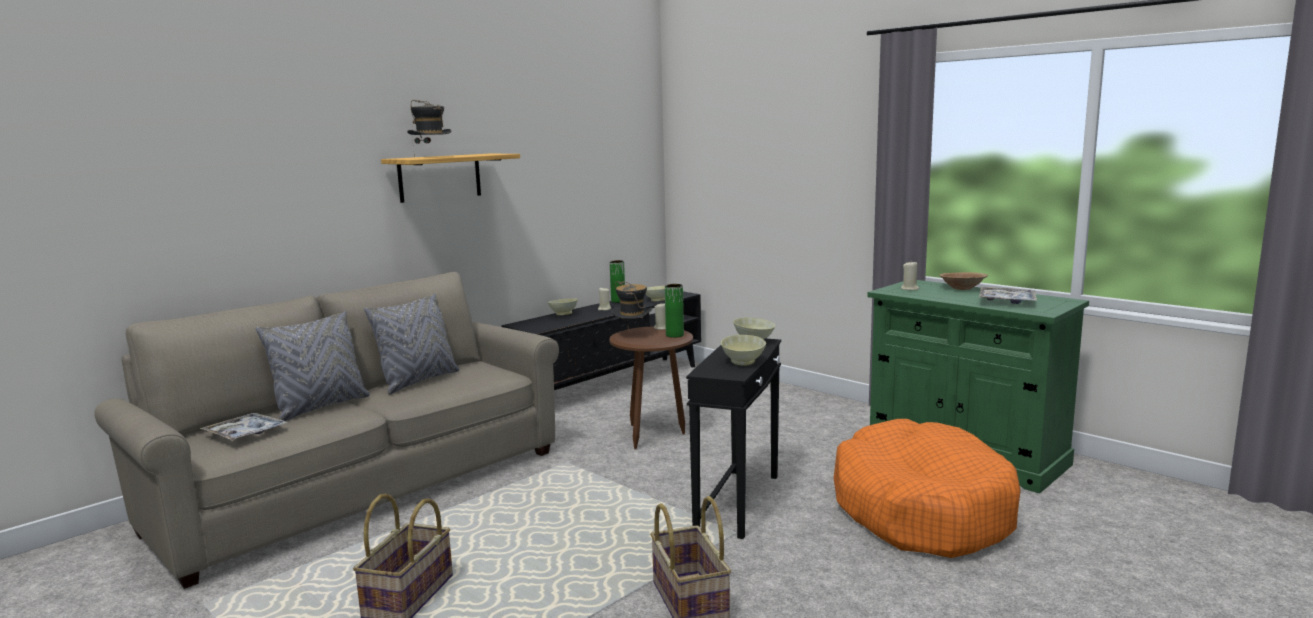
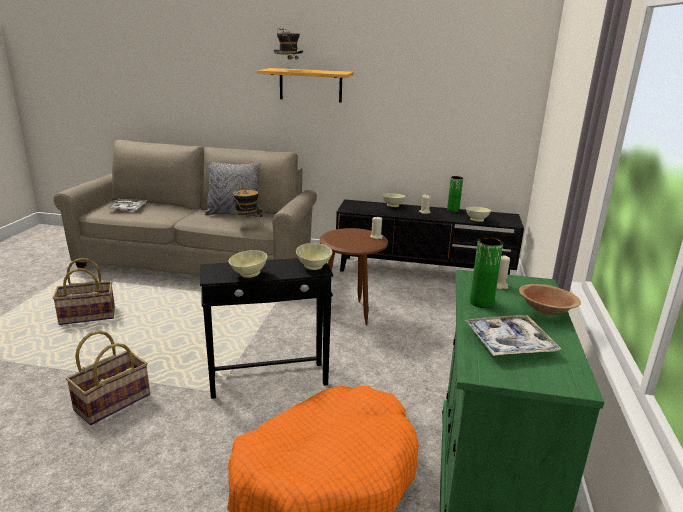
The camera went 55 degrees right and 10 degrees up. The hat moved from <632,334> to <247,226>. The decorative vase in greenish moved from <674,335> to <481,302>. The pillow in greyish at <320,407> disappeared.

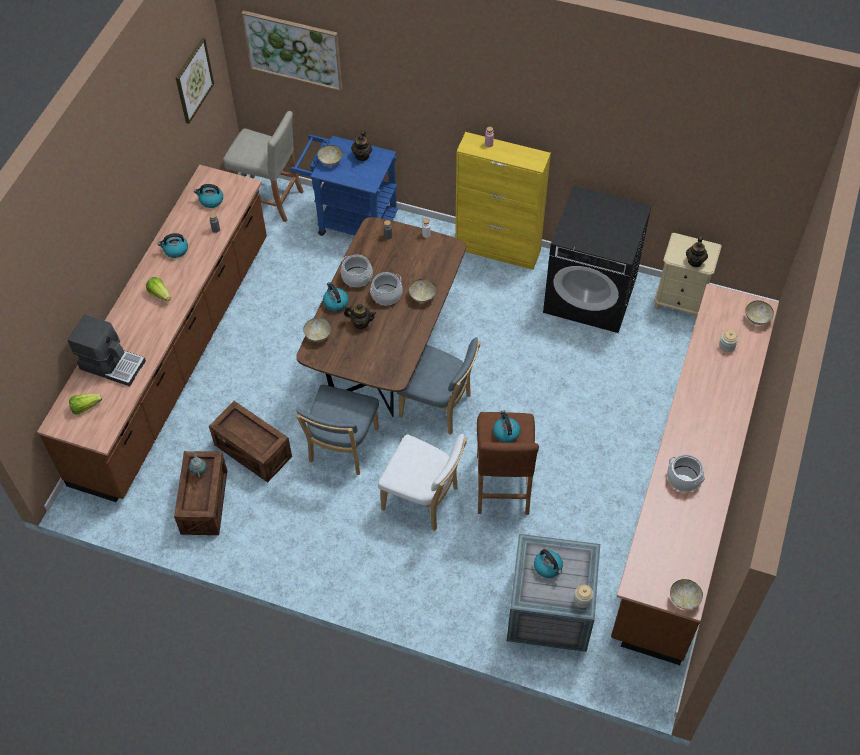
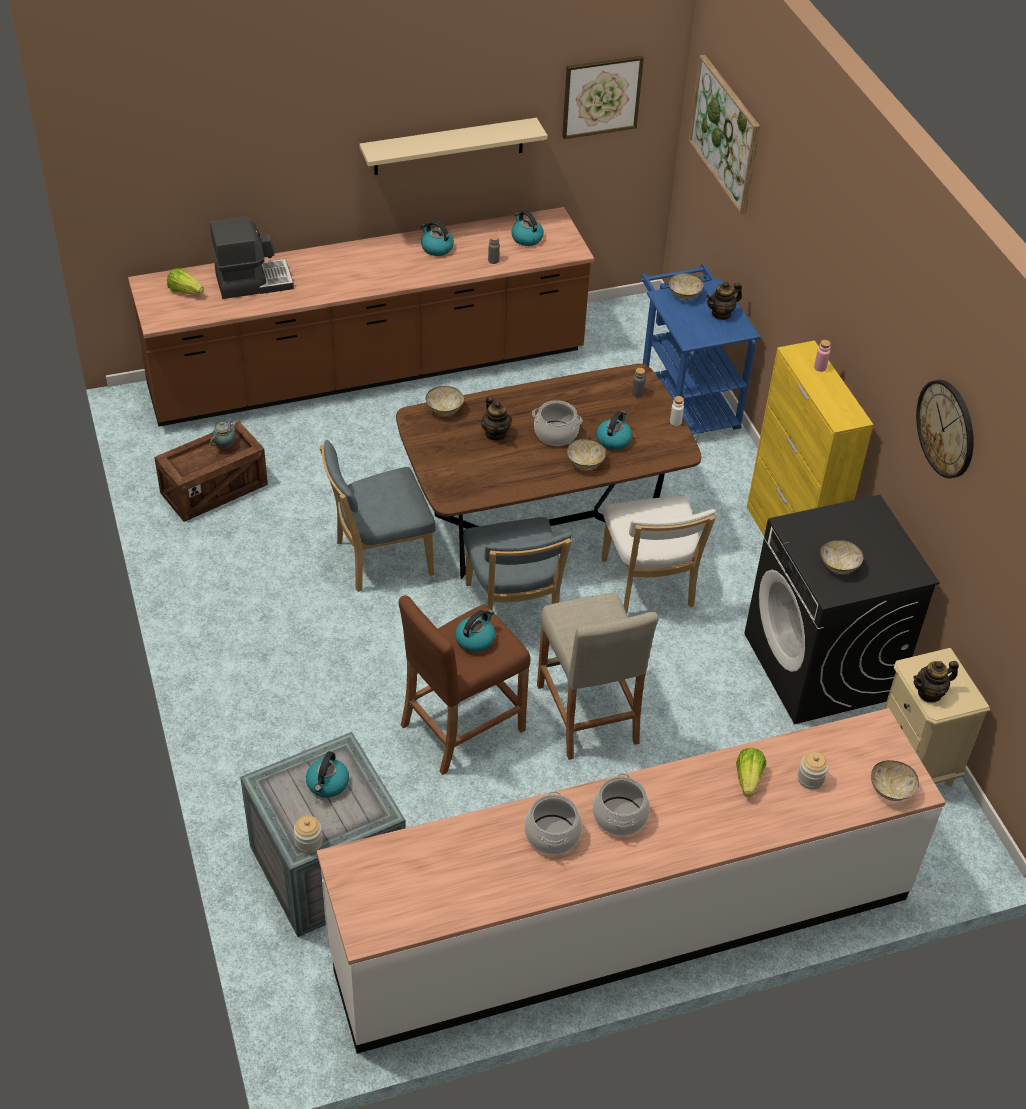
The camera went 50 degrees right and 10 degrees down. The sitting stool in sand-coloured moved from <268,199> to <587,713>. The stockpot moved from <357,277> to <620,816>. The lettuce moved from <160,294> to <748,779>. The tea kettle moved from <335,302> to <613,440>. The kitchen counter in brownish at <685,492> became the kitchen counter in whitish at <622,924>. The coffee machine at <112,364> turned 90 degrees counterclockwise. The crate at <253,451> disappeared. The chair in whitish moved from <423,500> to <648,587>. The deep dish moved from <683,599> to <838,566>. The wall shelf in sand-coloured at <449,146> appeared. The wall clock at <946,428> appeared.

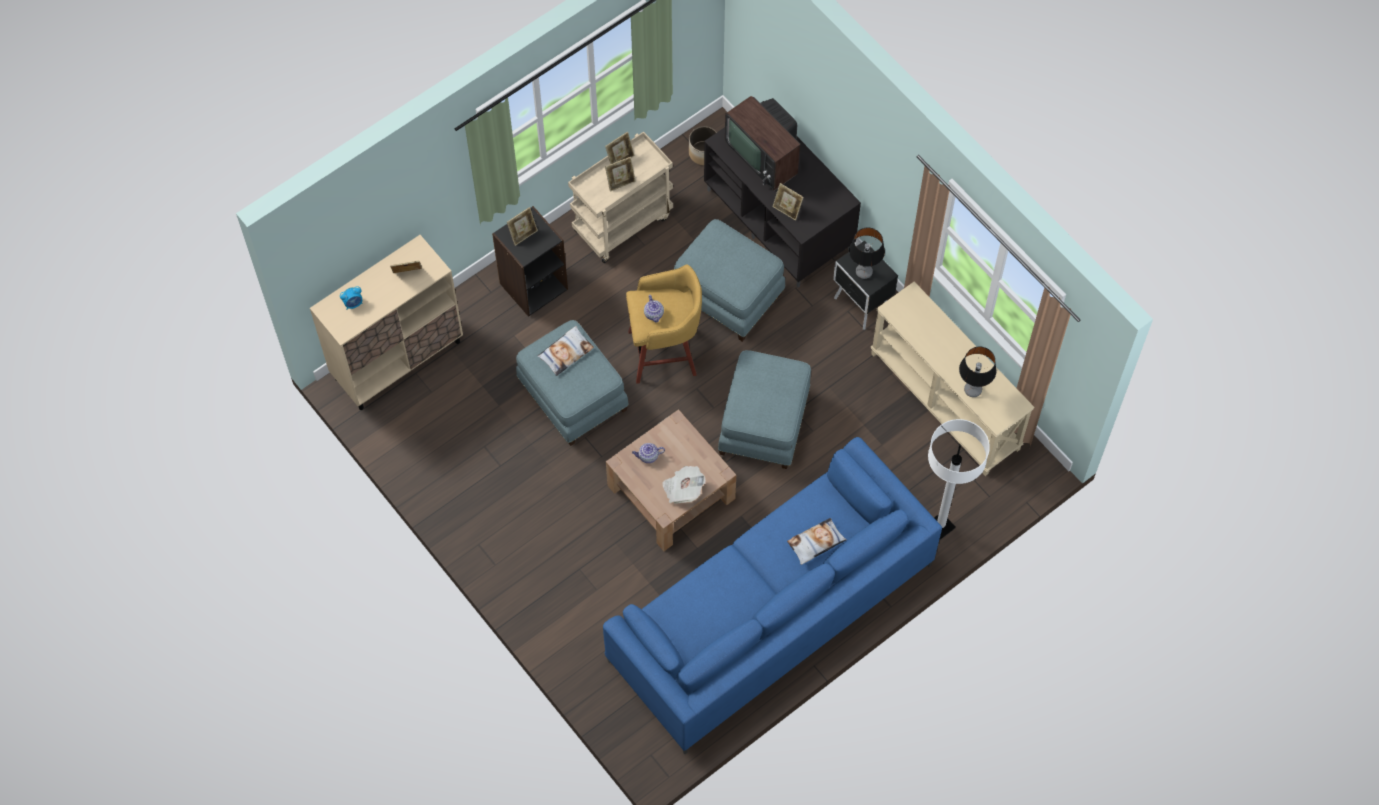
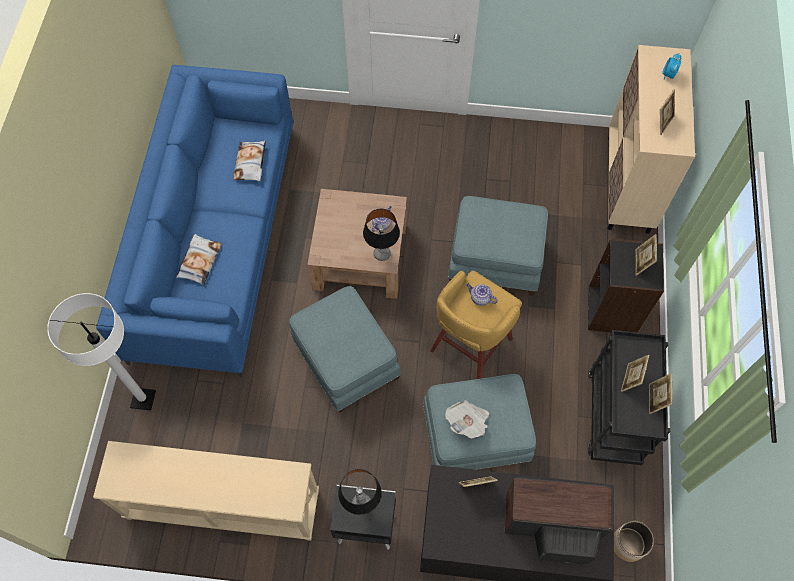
The camera went 135 degrees right and 0 degrees up. The trolley in sand-coloured at <622,222> became the trolley in blackish at <614,418>. The pillow moved from <566,352> to <251,163>. The table lamp moved from <972,390> to <382,254>. The newspaper moved from <683,489> to <467,422>.

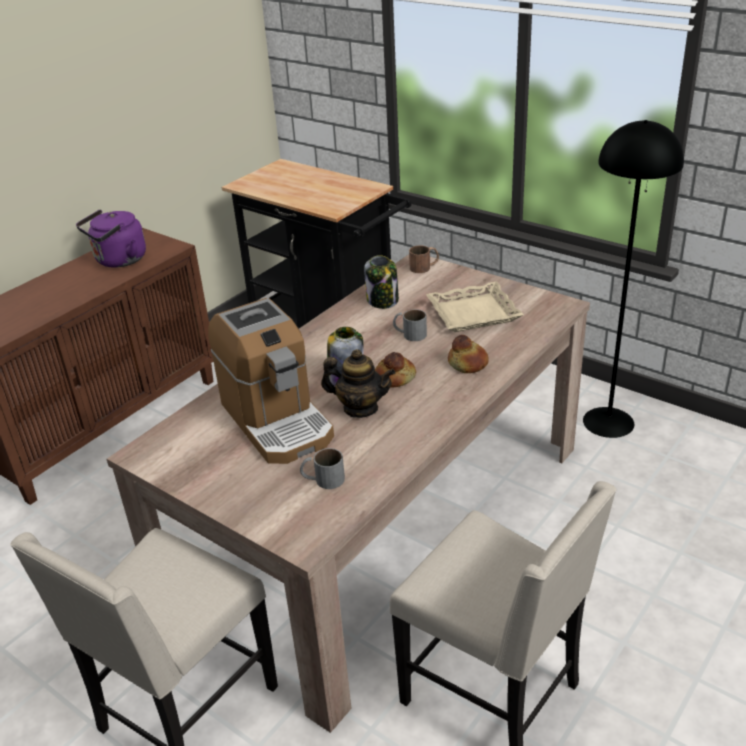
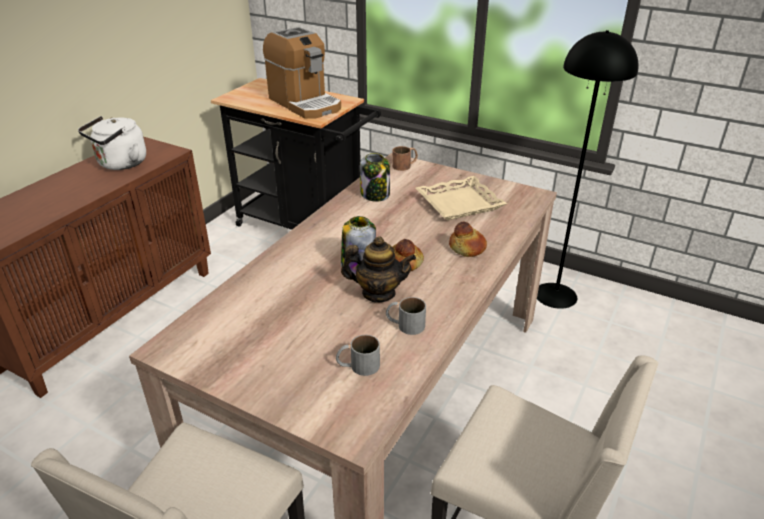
The camera went 10 degrees left and 0 degrees up. The tea kettle in purplish at <118,261> became the tea kettle in whitish at <120,164>. The coffee machine moved from <277,420> to <304,103>. The coffee mug in greyish moved from <409,334> to <405,324>.

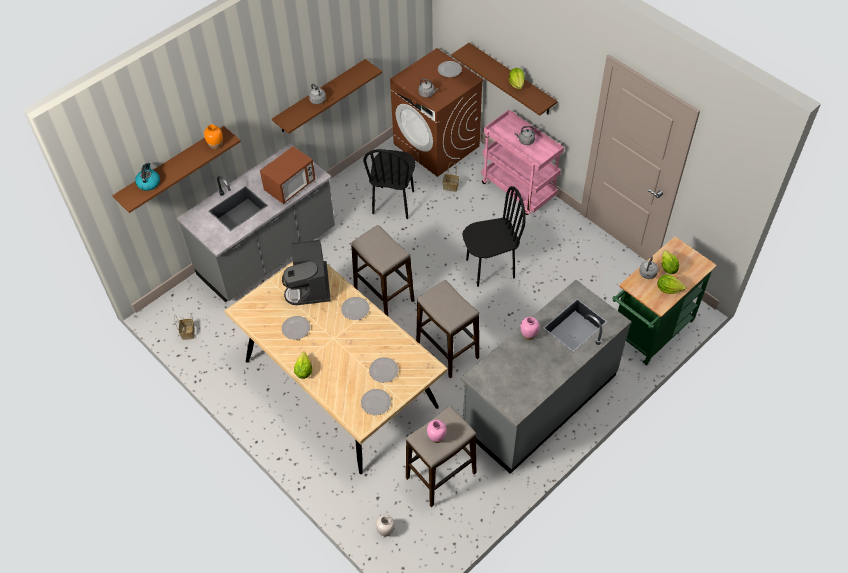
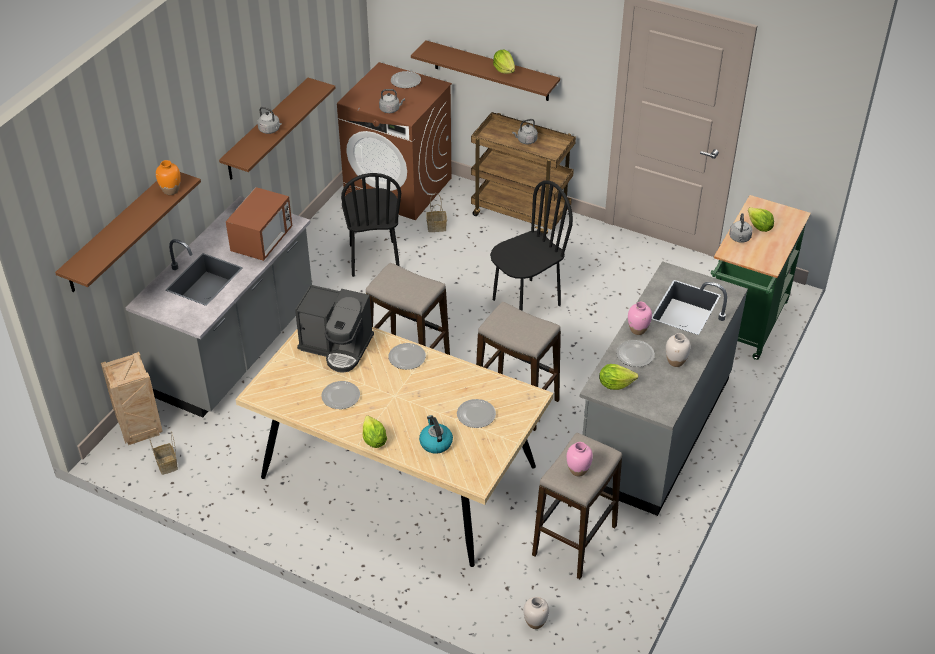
The camera went 20 degrees left and 10 degrees down. The trolley in pink at <519,190> became the trolley in brownish at <521,213>. The tea kettle moved from <148,183> to <435,443>. The coffee machine at <310,287> turned 45 degrees counterclockwise. The lettuce moved from <668,289> to <615,384>. The flat dish moved from <375,403> to <635,355>. The decorative vase in whitish at <676,361> appeared. The crate at <139,428> appeared.

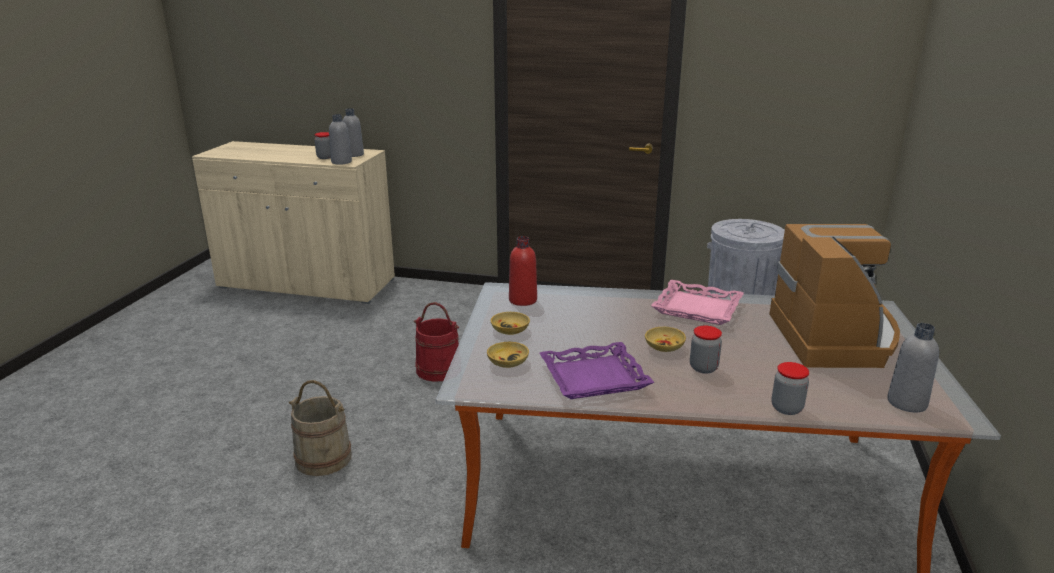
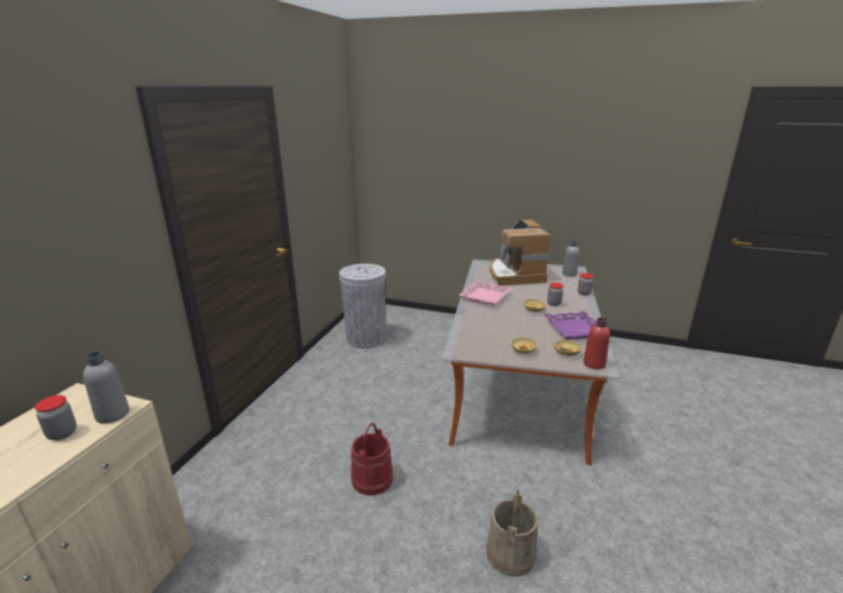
The camera went 85 degrees left and 0 degrees up. The beverage bottle in greyish at <354,154> disappeared. The coffee machine at <835,337> turned 105 degrees counterclockwise. The beverage bottle in reddish moved from <523,300> to <594,364>.

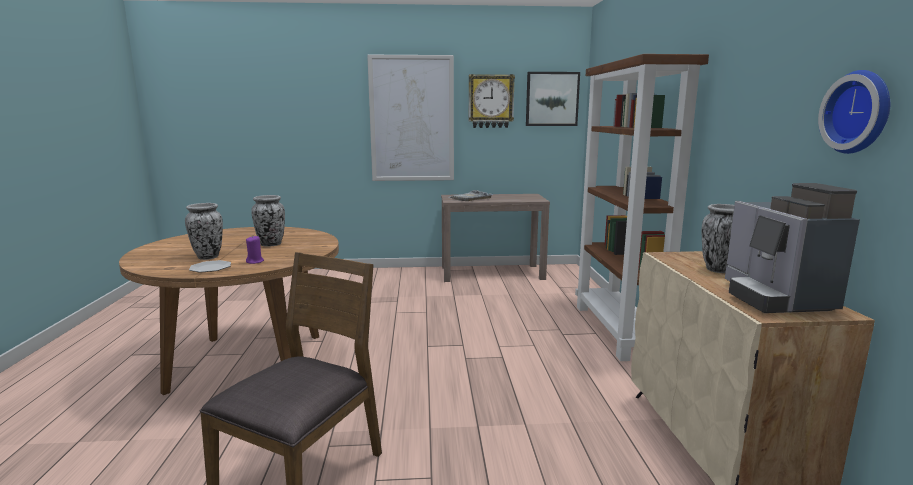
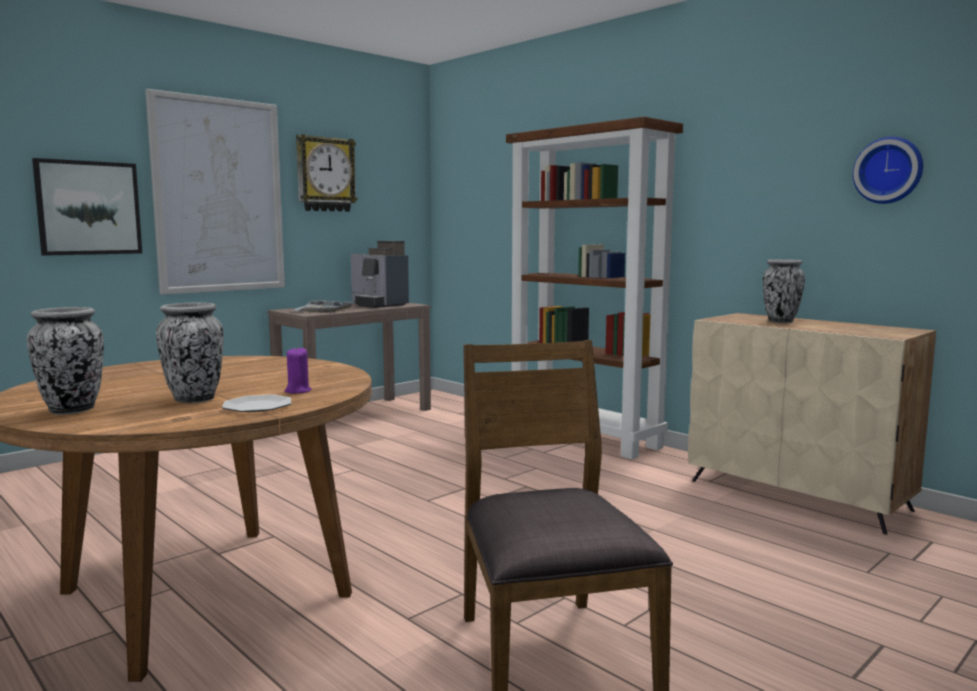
The camera went 40 degrees left and 5 degrees down. The picture moved from <552,99> to <88,208>. The coffee machine moved from <774,298> to <378,304>. The decorative vase moved from <271,244> to <72,410>.

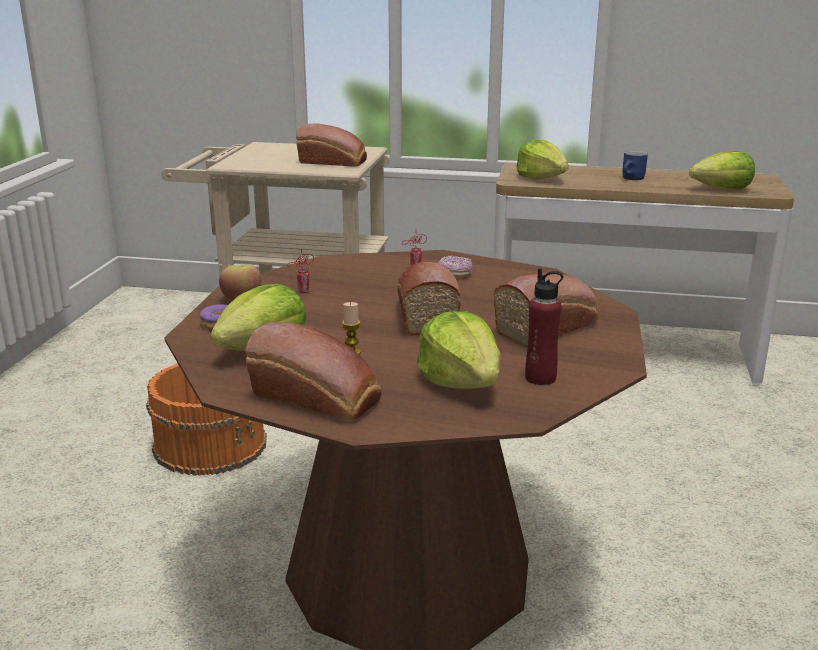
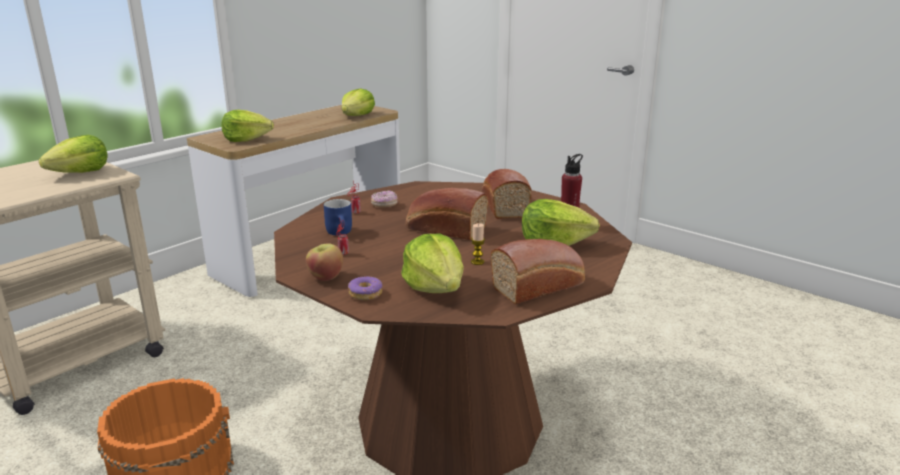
The camera went 60 degrees left and 0 degrees up. The bread at <334,162> was replaced by the lettuce at <81,173>. The coffee mug in blue moved from <633,179> to <342,232>.

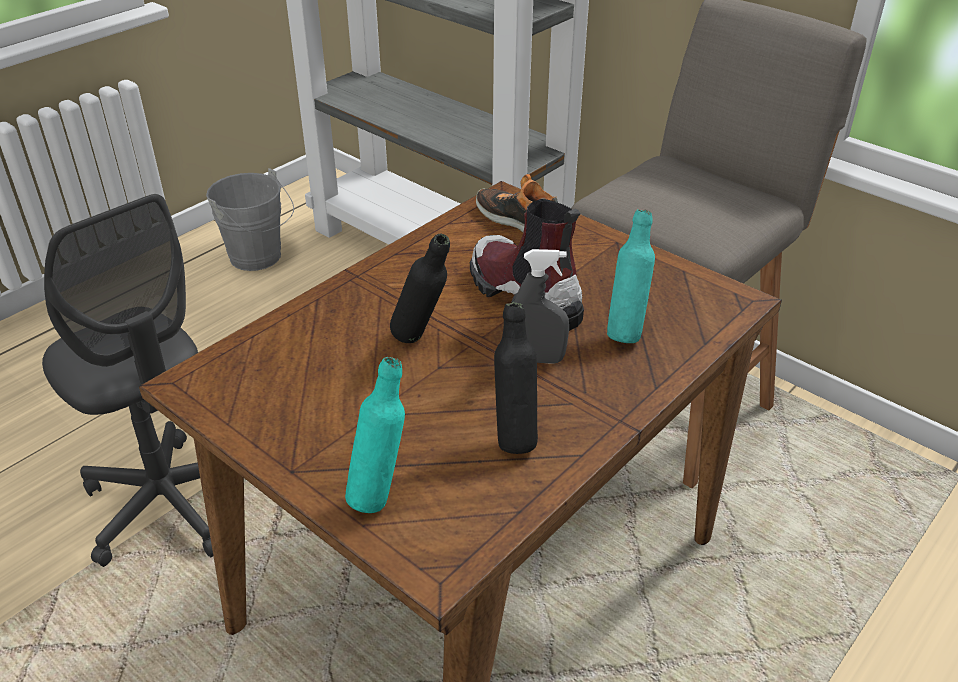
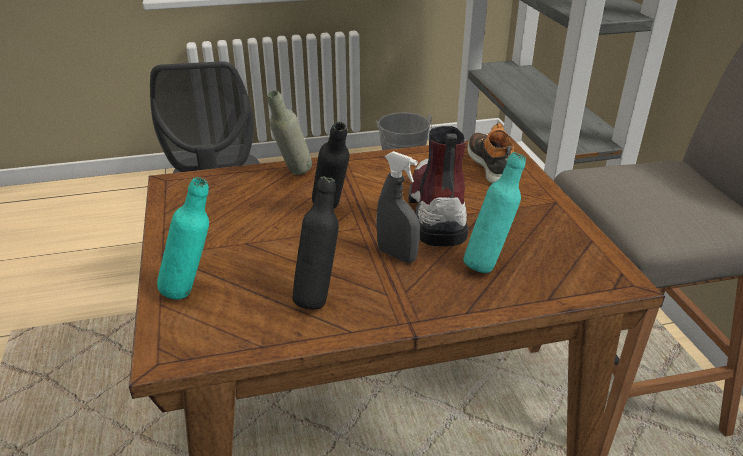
The camera went 35 degrees right and 5 degrees down. The beverage bottle in greyish at <293,176> appeared.

